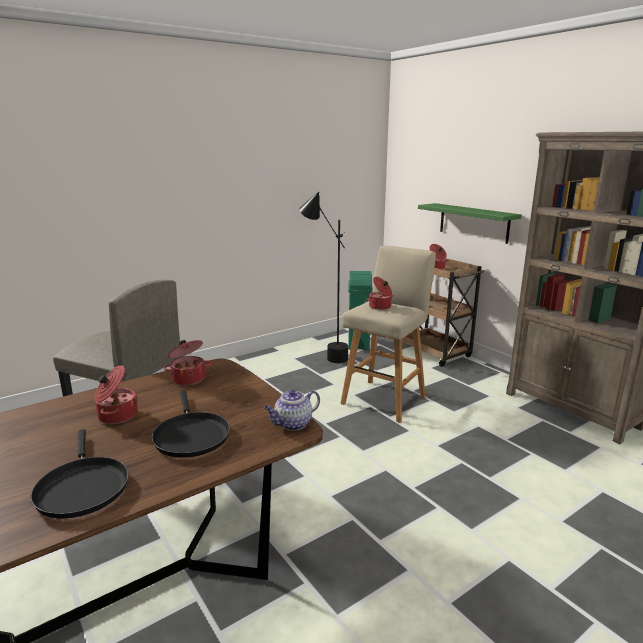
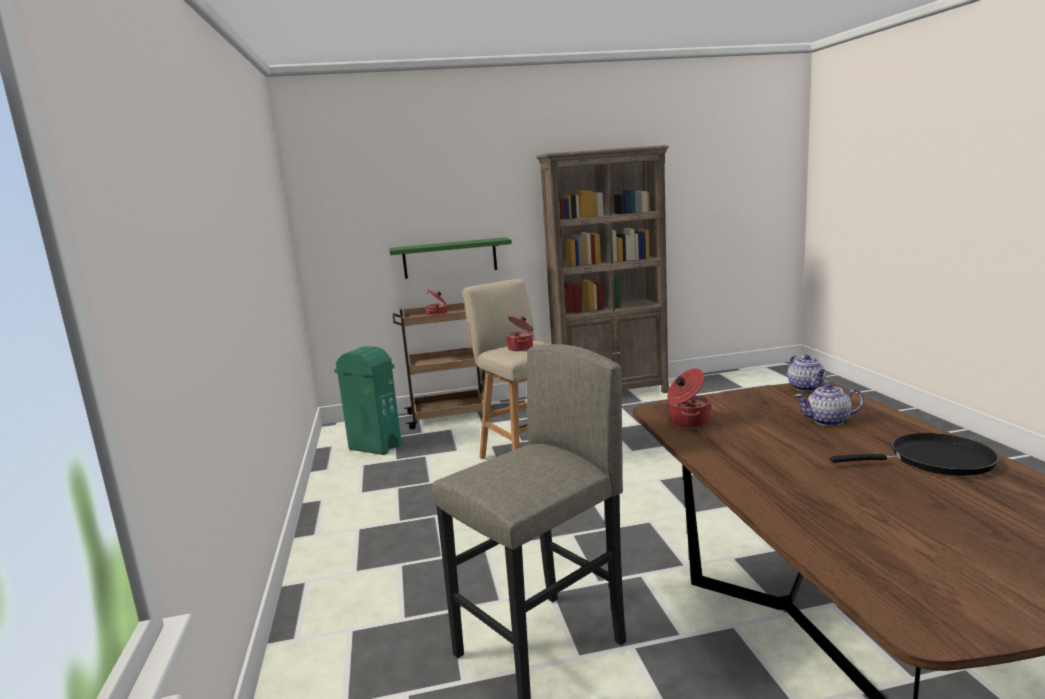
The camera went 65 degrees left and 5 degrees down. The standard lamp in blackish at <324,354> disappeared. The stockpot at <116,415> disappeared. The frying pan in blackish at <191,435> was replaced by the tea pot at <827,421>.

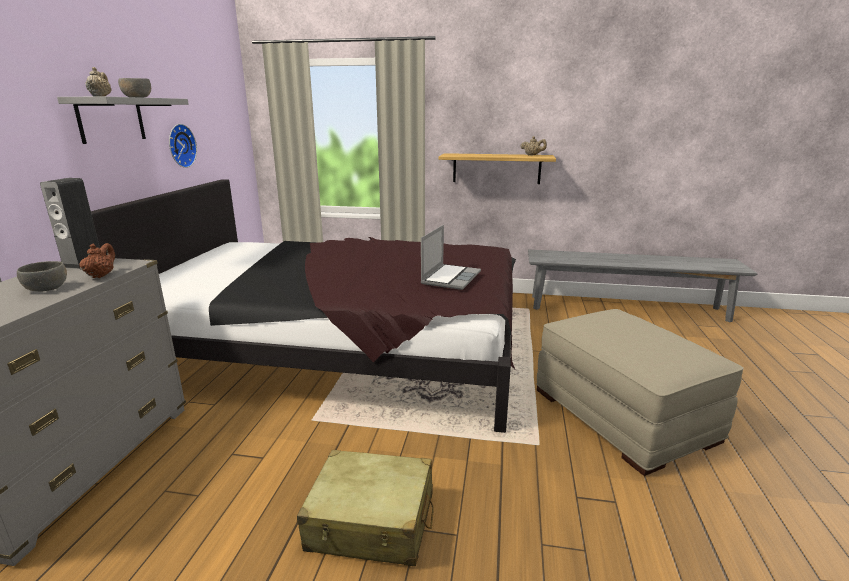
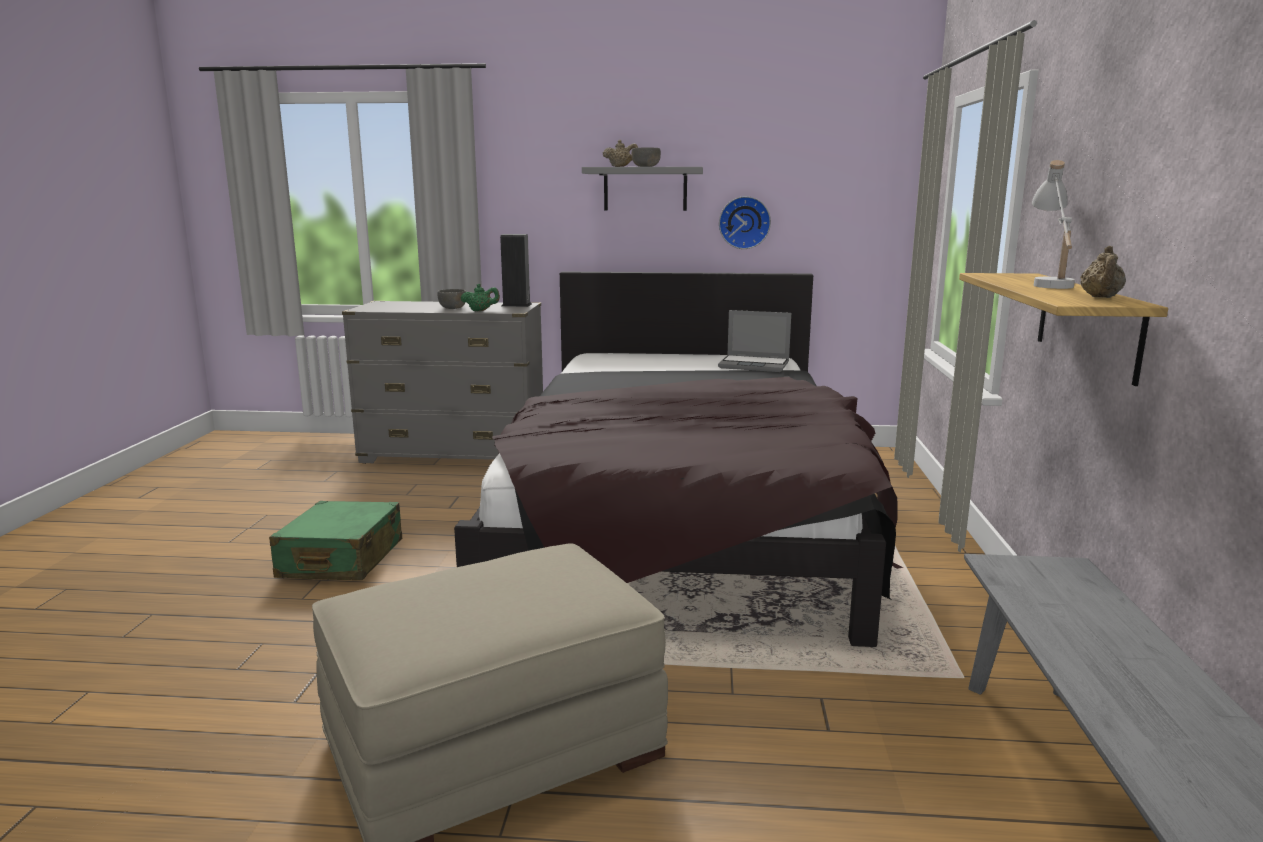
The camera went 85 degrees right and 5 degrees down. The notebook computer moved from <450,278> to <755,365>. The tea pot in brownish at <101,275> became the tea pot in greenish at <480,311>. The piece of luggage in sand-coloured at <371,521> became the piece of luggage in greenish at <341,559>. The table lamp in whitish at <1049,283> appeared.

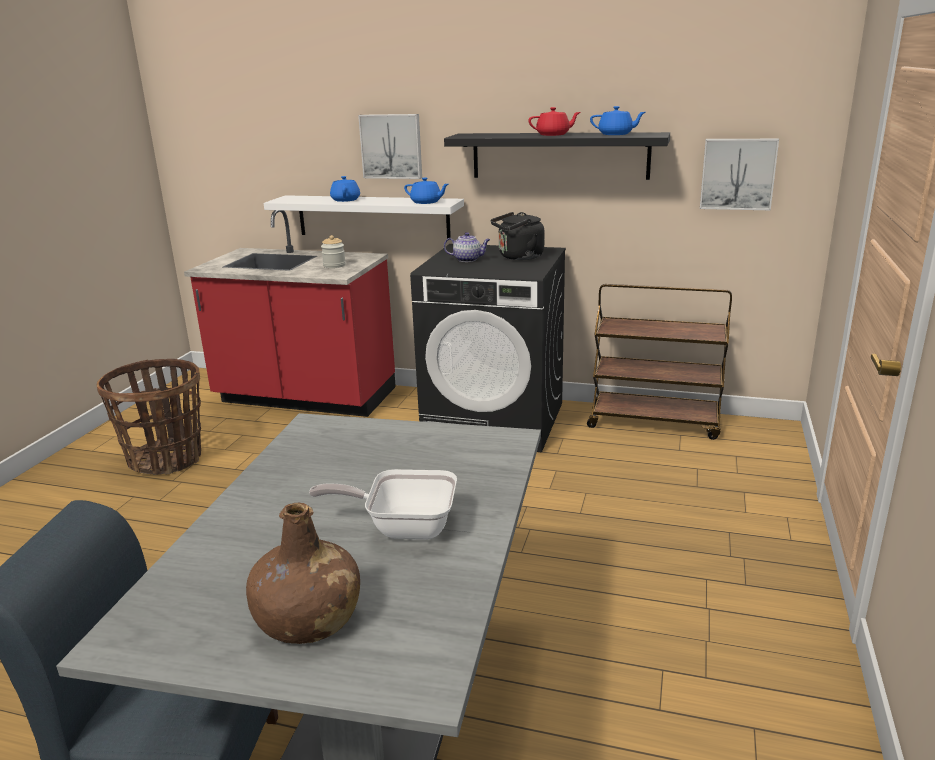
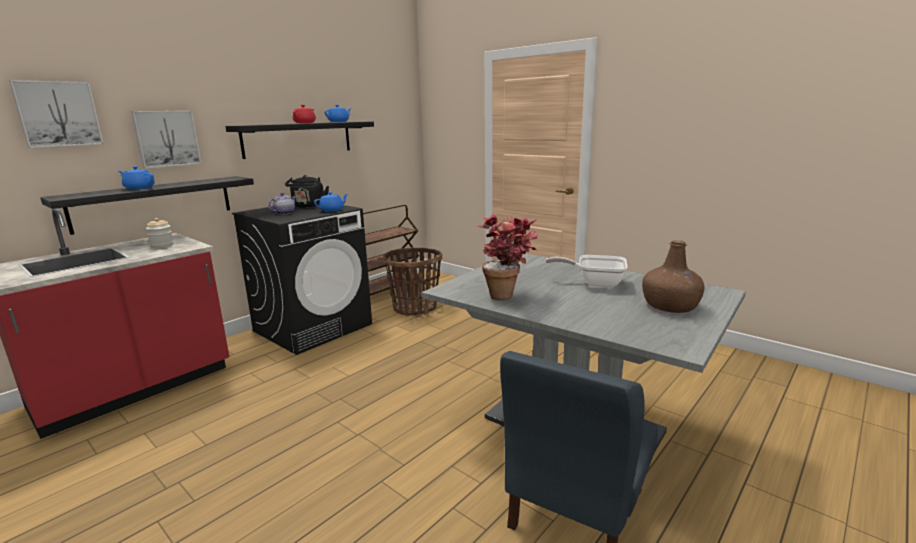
The camera went 65 degrees left and 5 degrees down. The picture moved from <738,174> to <58,114>. The tea pot in blue moved from <426,202> to <332,210>. The wall shelf in whitish at <373,217> became the wall shelf in blackish at <154,203>. The storage basket moved from <166,459> to <415,308>. The frying pan at <403,527> turned 75 degrees clockwise. The potted plant at <509,295> appeared.

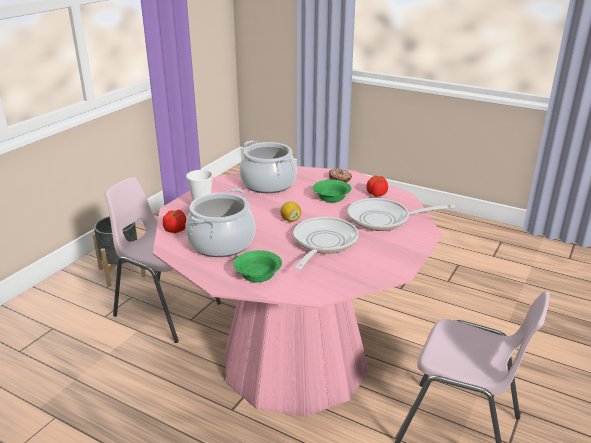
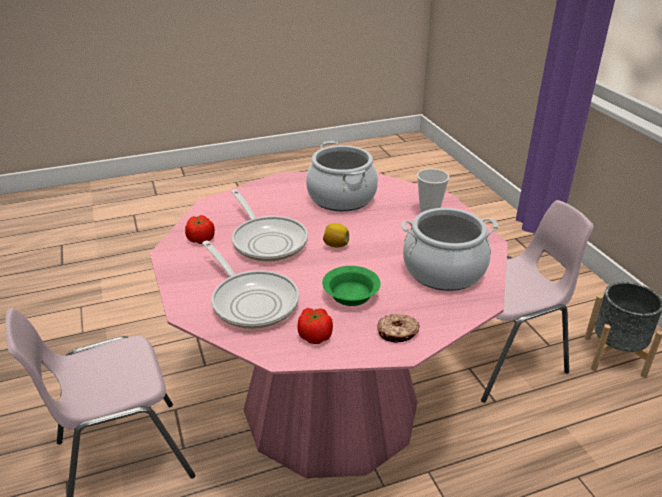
The camera went 130 degrees right and 5 degrees up. The frying pan at <384,219> turned 105 degrees clockwise. The whole tomato moved from <176,230> to <201,239>. The deep dish in greenish at <259,275> disappeared.

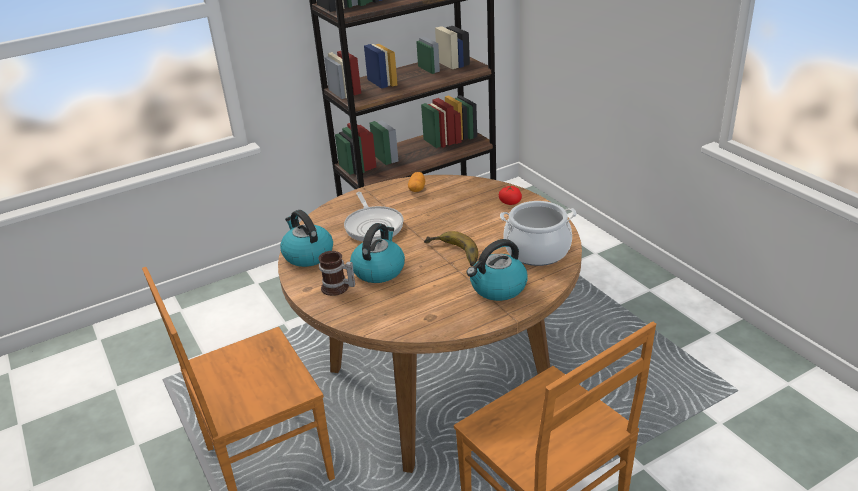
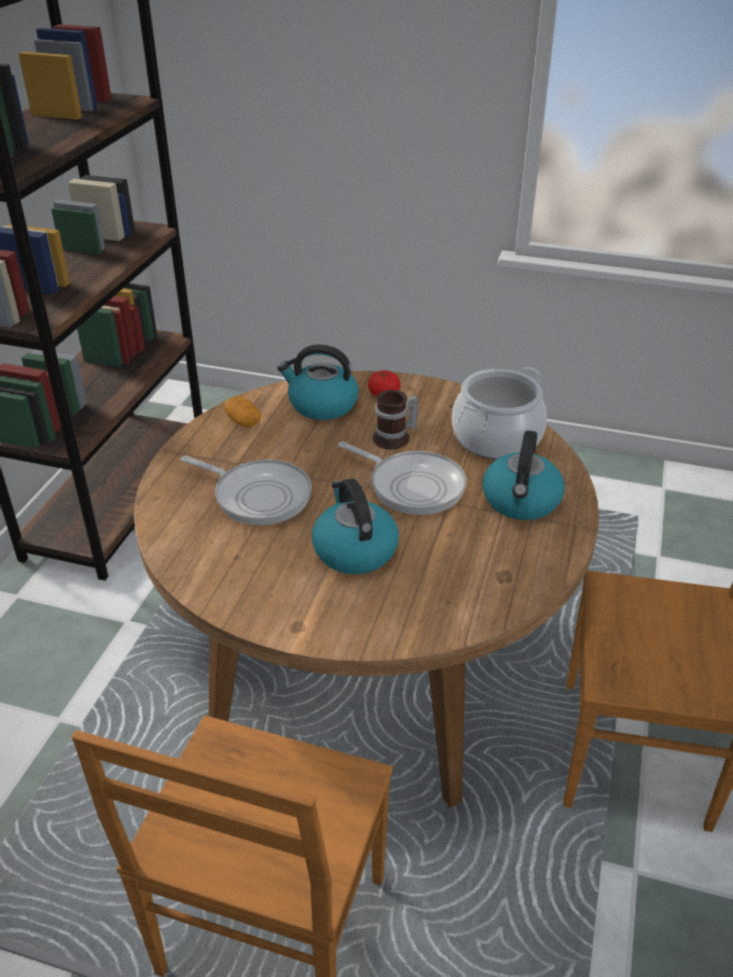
The camera went 45 degrees left and 5 degrees up. The tea kettle moved from <307,255> to <321,405>. The banana fruit at <452,254> was replaced by the frying pan at <412,486>. The coffee mug moved from <337,288> to <395,439>.

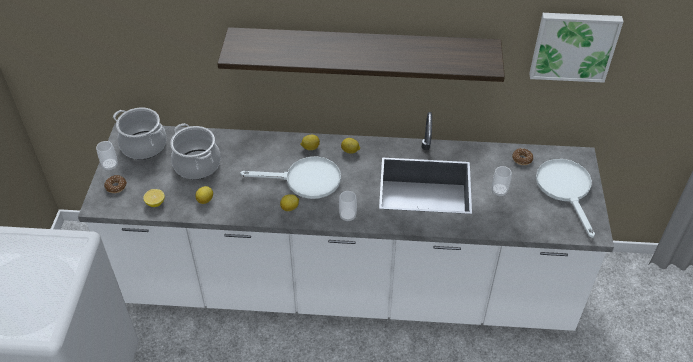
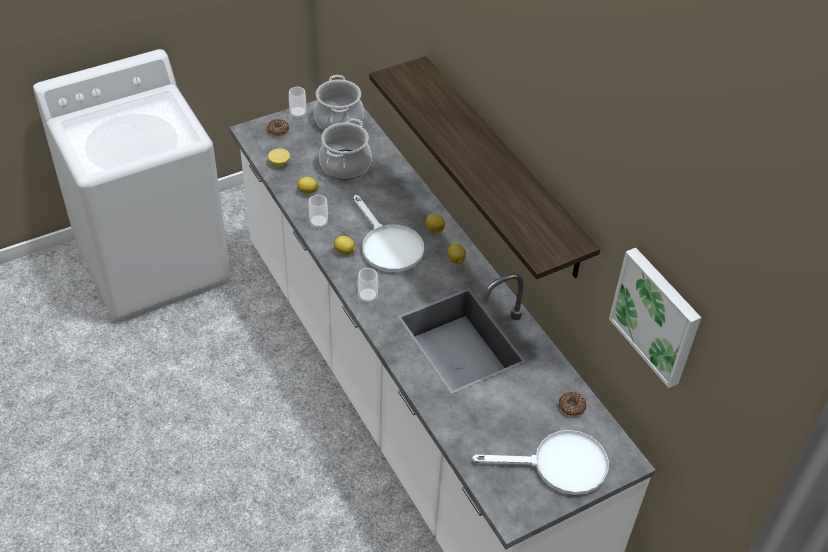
The camera went 55 degrees right and 0 degrees up. The frying pan in whitish at <566,189> turned 45 degrees clockwise. The small cup moved from <499,191> to <318,223>.

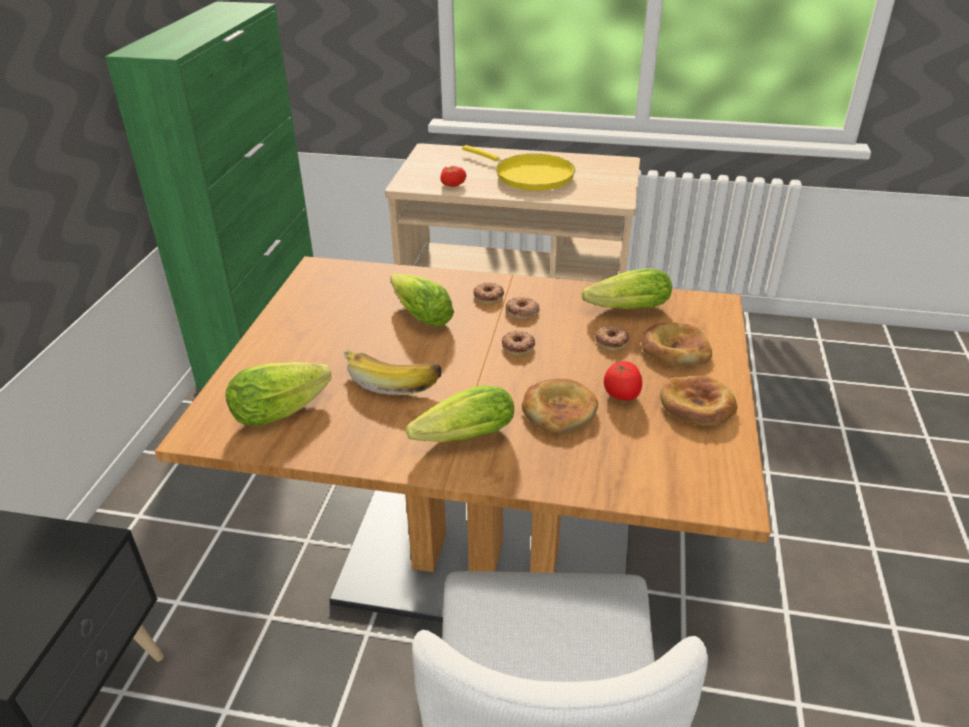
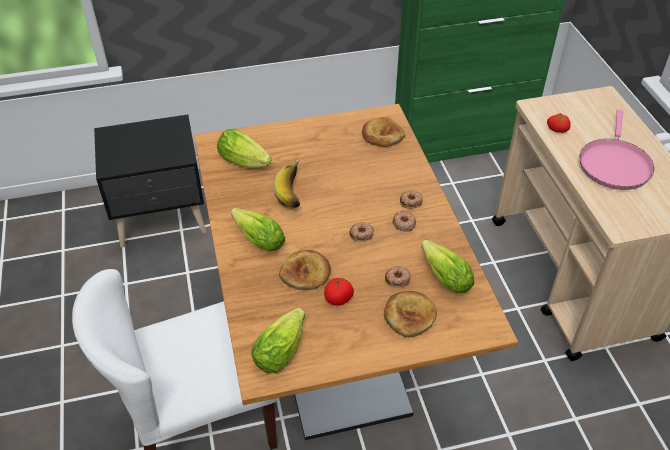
The camera went 65 degrees right and 10 degrees up. The frying pan in yellowish at <529,176> became the frying pan in pink at <614,164>. The lettuce moved from <419,314> to <283,348>. The bread moved from <697,405> to <382,135>.

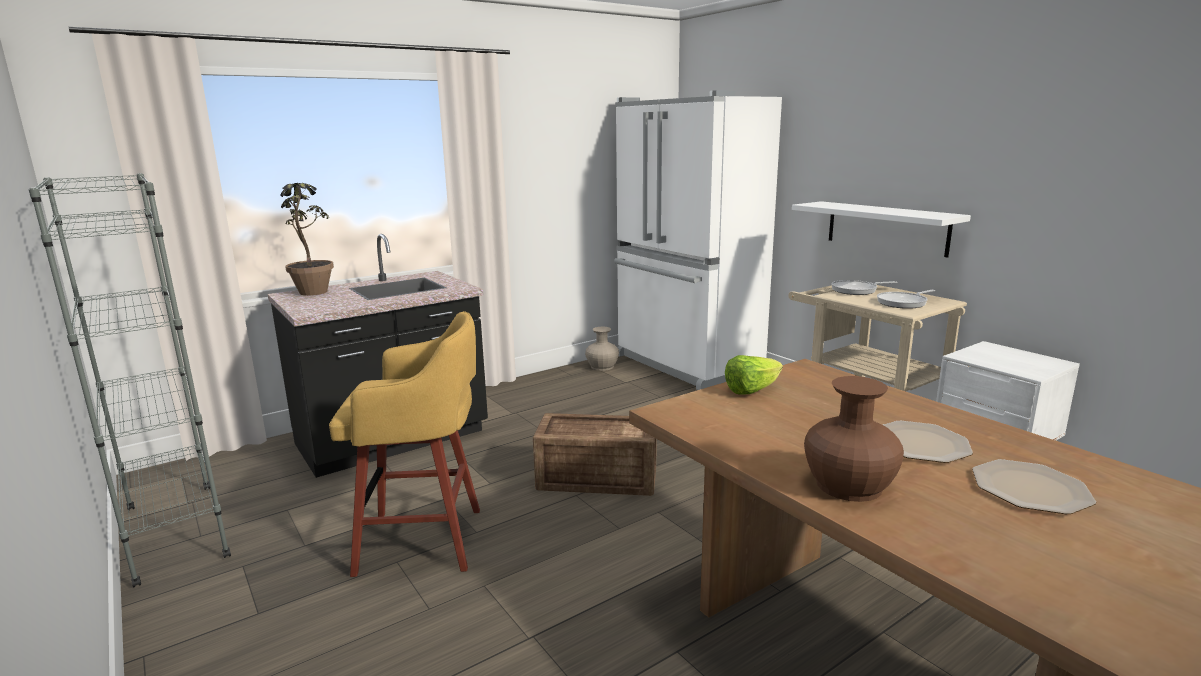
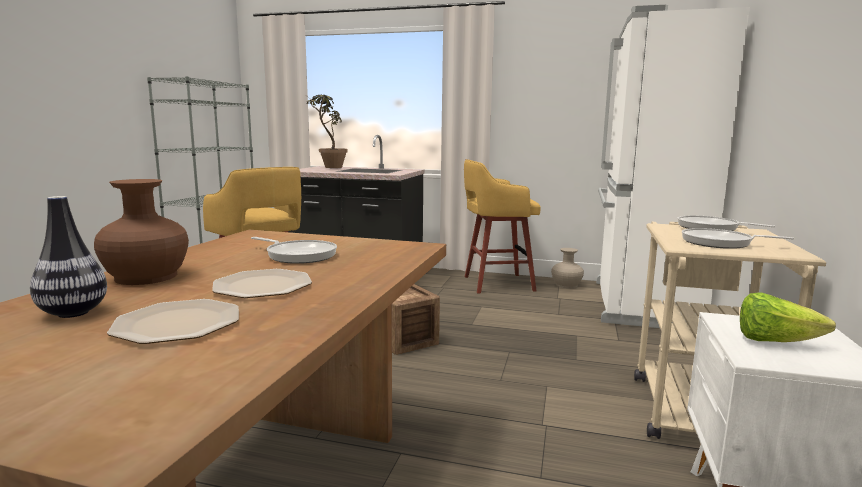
The camera went 50 degrees right and 5 degrees down. The wall shelf in whitish at <886,228> disappeared. The lettuce moved from <751,390> to <774,342>. The sitting stool in yellowish at <496,283> appeared. The decorative vase at <73,313> appeared. The frying pan at <299,255> appeared.

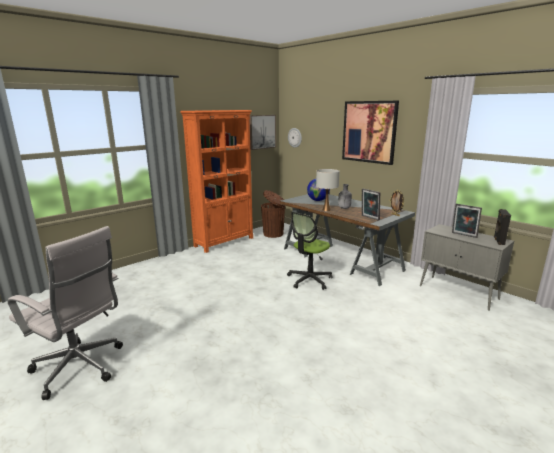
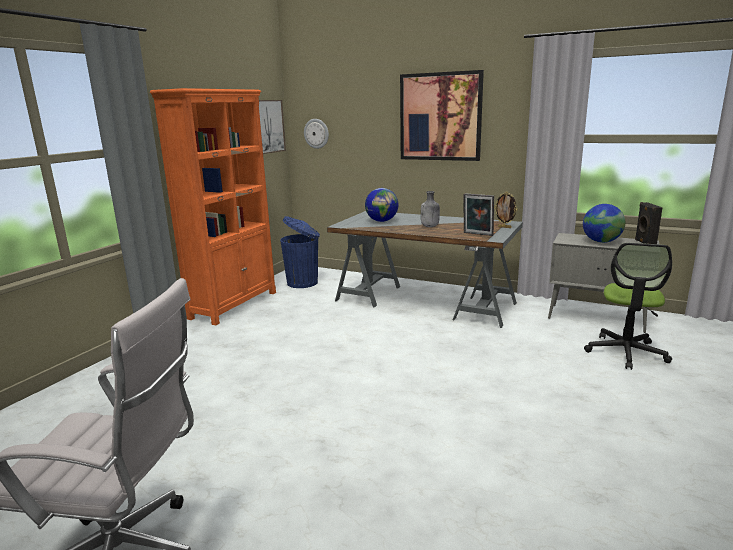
The camera went 20 degrees left and 0 degrees up. The table lamp in whitish at <326,210> disappeared. The trash can in brownish at <274,234> became the trash can in blue at <303,283>. The standing frame at <463,235> was replaced by the globe at <601,242>. The desk chair moved from <309,280> to <625,352>.

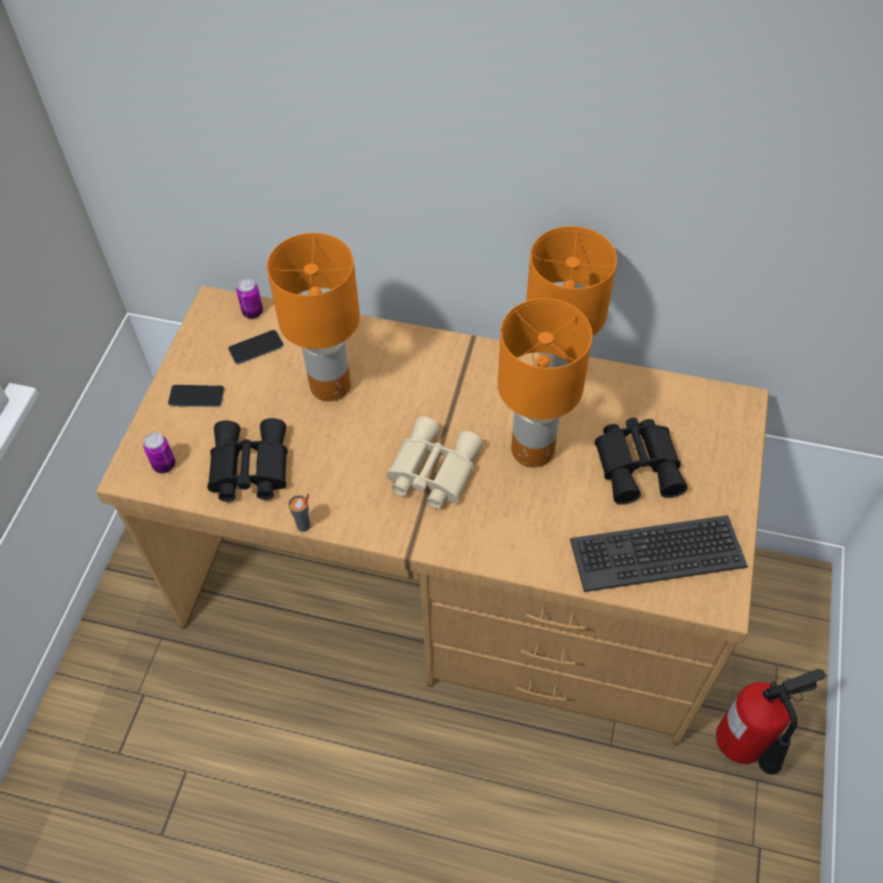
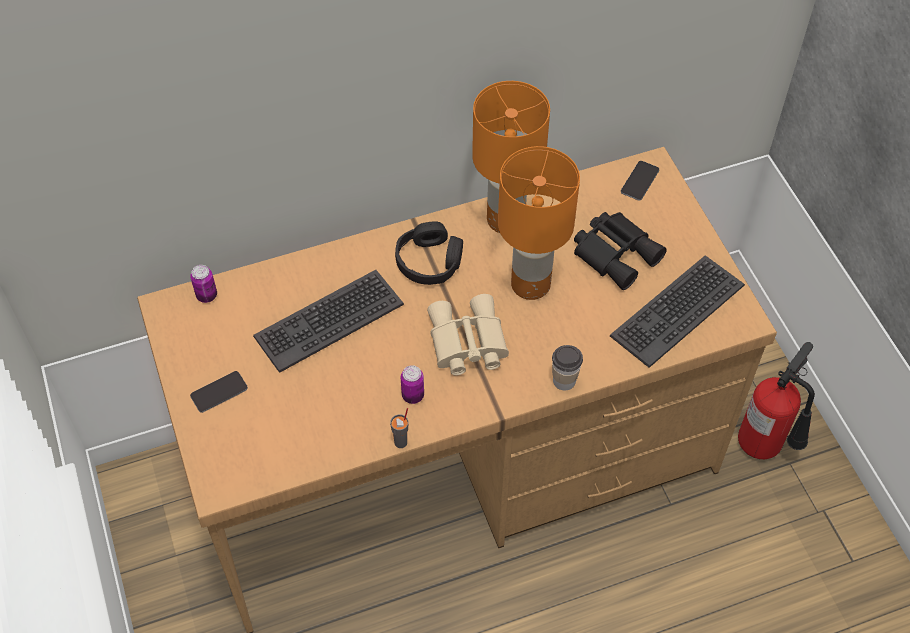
The camera went 35 degrees left and 0 degrees up. The table lamp in orange at <331,385> was replaced by the computer keyboard at <328,320>. The telephone moved from <256,347> to <639,181>. The pair of binoculars in blackish at <248,468> disappeared. The metal can moved from <164,465> to <413,395>. The headphones in blackish at <429,261> appeared. The small cup at <564,380> appeared.

